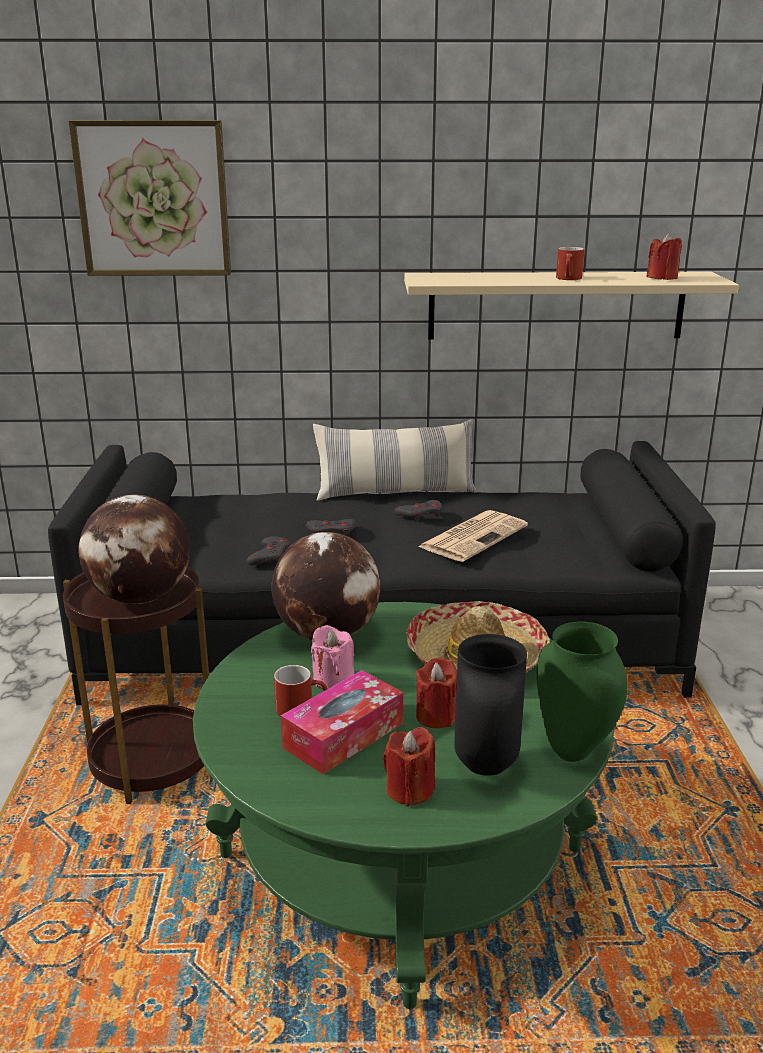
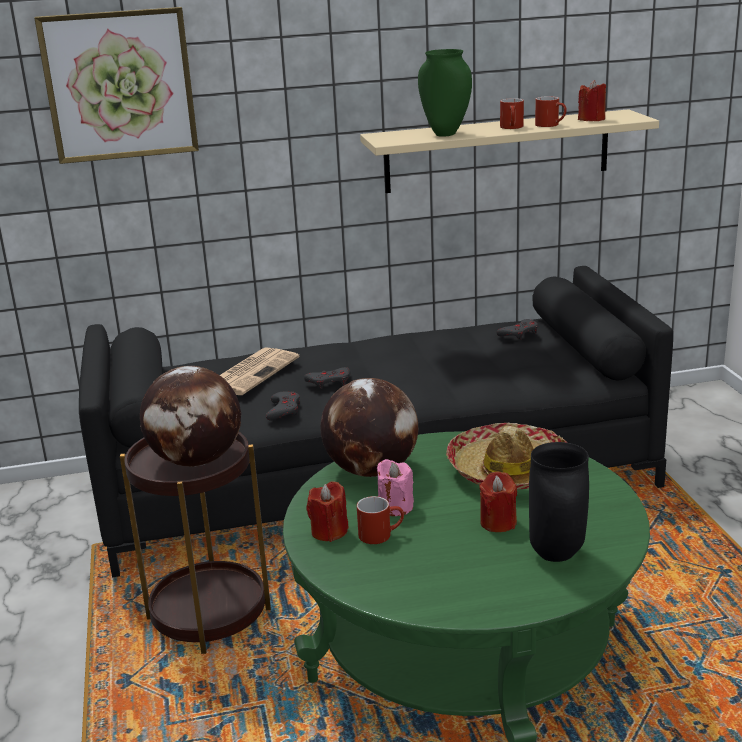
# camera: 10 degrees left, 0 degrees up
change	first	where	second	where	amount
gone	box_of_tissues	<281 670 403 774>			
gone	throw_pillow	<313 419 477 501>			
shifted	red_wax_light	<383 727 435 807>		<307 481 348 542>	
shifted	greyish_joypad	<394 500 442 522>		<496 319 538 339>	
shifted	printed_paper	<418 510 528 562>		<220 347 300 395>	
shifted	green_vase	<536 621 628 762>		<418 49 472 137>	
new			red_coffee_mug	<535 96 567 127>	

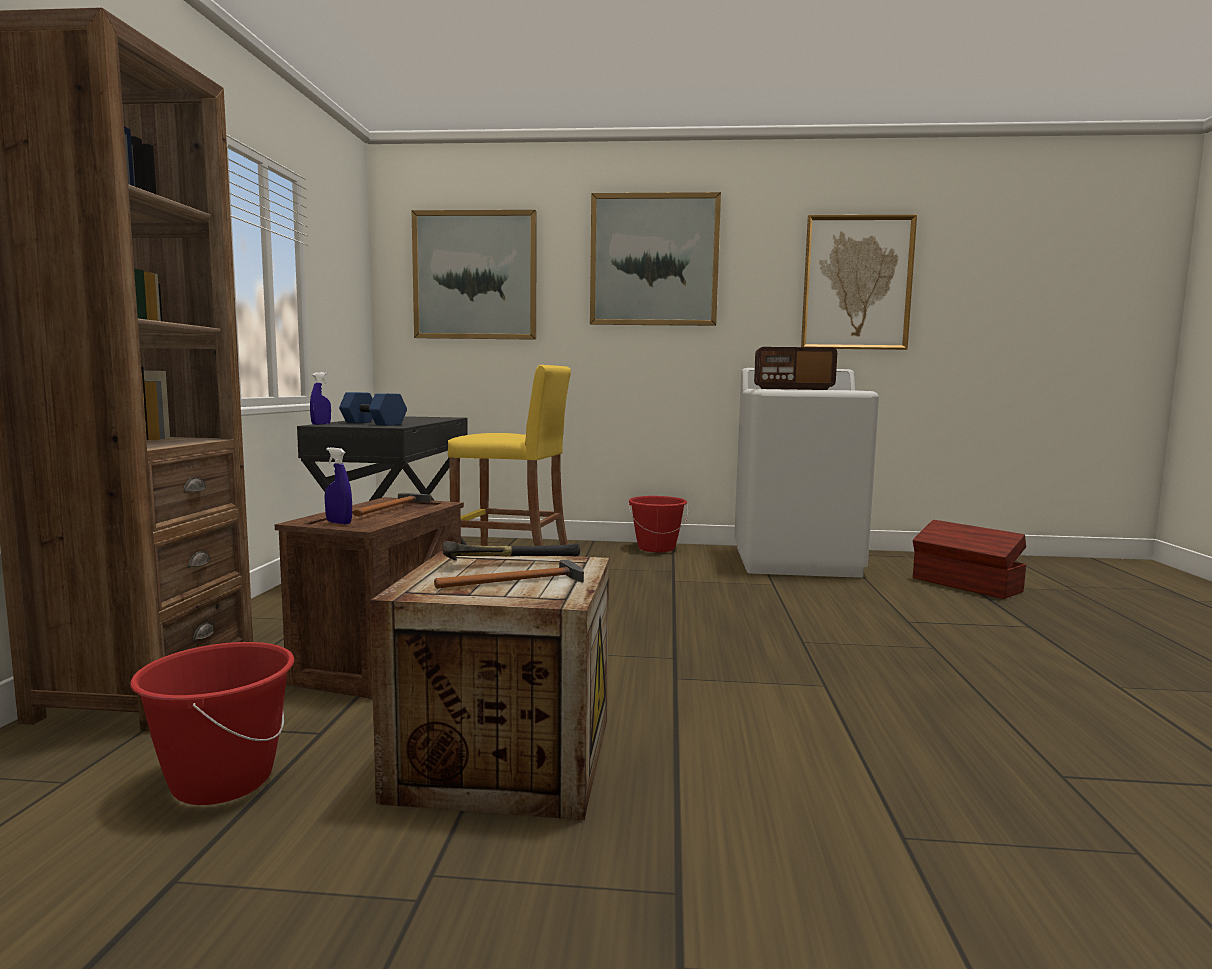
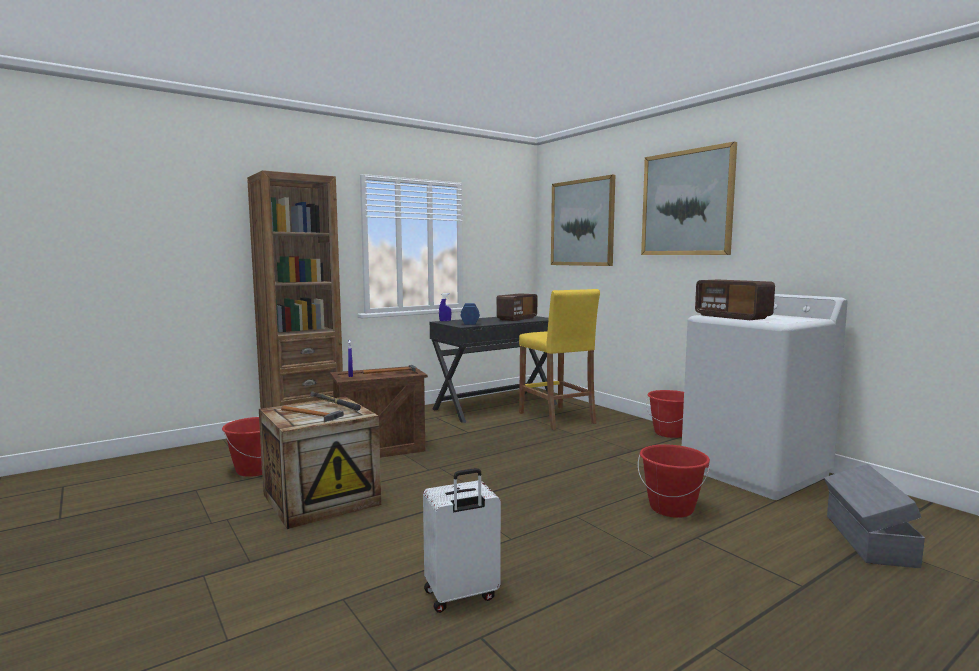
# camera: 50 degrees right, 0 degrees up
change	first	where	second	where	amount
gone	wall_picture	<801 215 917 350>			
repainted	brownish_storage_box	<913 520 1026 599>	greyish_storage_box	<824 464 925 568>	
new			whitish_piece_of_luggage	<423 468 501 613>	
new			radio_receiver	<496 293 537 321>	
new			red_pail	<638 444 710 518>	

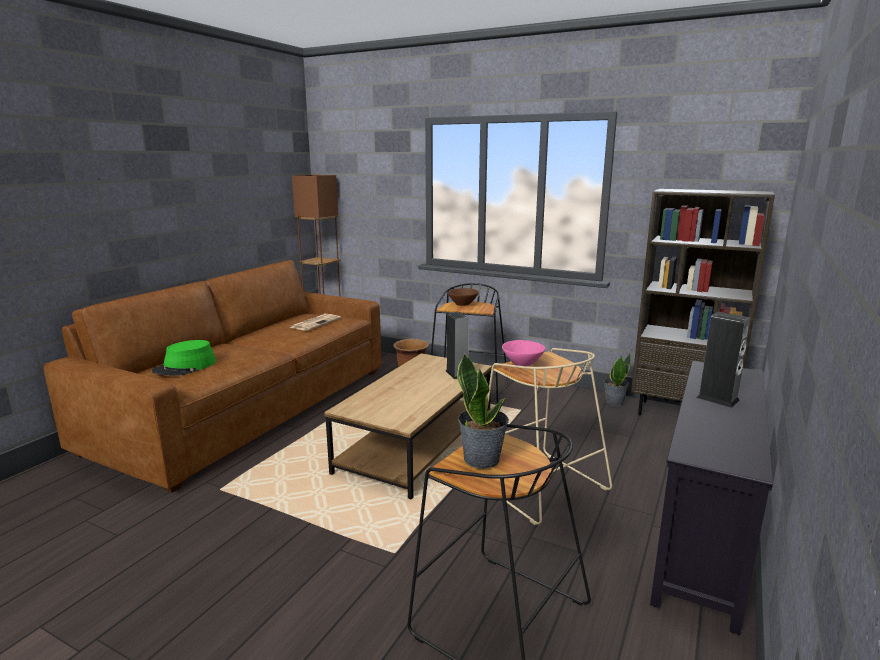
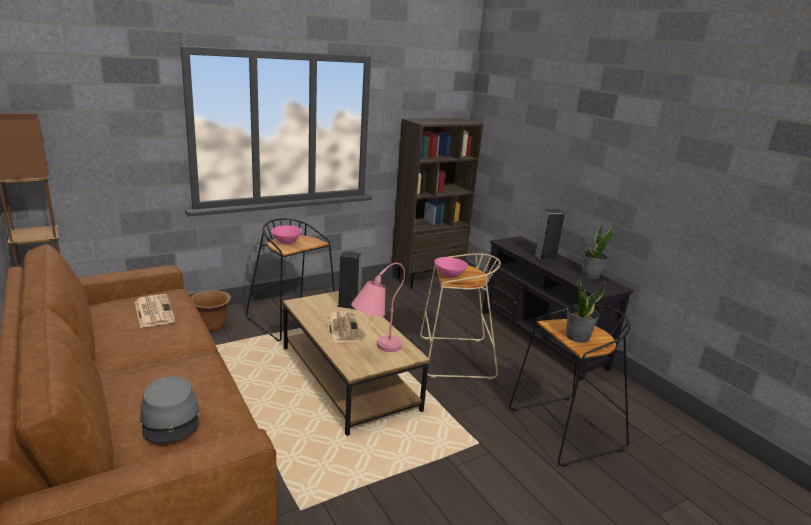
# camera: 60 degrees left, 5 degrees up
change	first	where	second	where	amount
repainted	green_wearable_hat	<152 340 216 376>	greyish_wearable_hat	<140 376 200 443>	
repainted	brownish_bowl	<447 288 479 306>	pinkish_bowl	<271 225 302 245>	
shifted	plant_in_a_pot	<604 354 631 406>		<582 224 614 279>	
new			printed_paper	<327 312 360 343>	
new			pinkish_tabletop_lamp	<351 263 405 352>	

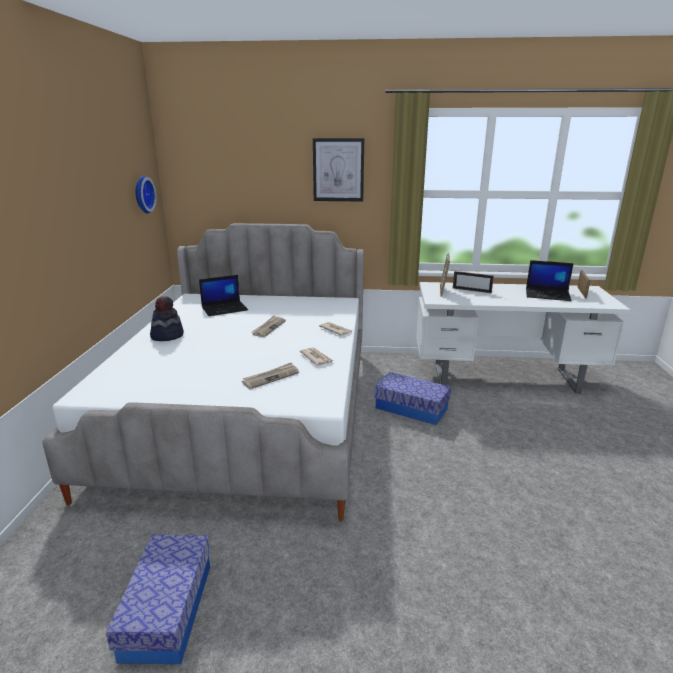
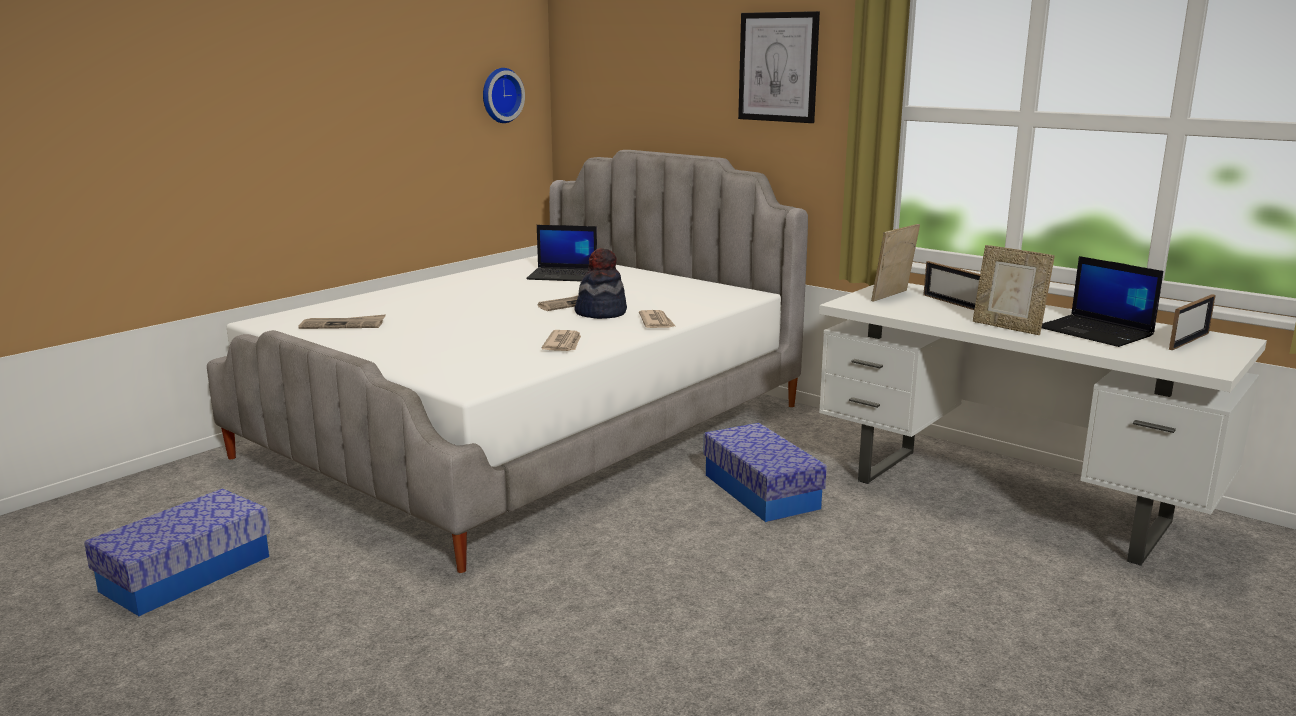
# camera: 35 degrees right, 5 degrees down
change	first	where	second	where	amount
shifted	wearable_hat	<150 296 184 341>		<574 248 627 319>	
shifted	printed_paper	<242 362 299 389>		<298 314 386 329>	
new			standing_frame	<973 245 1055 335>	

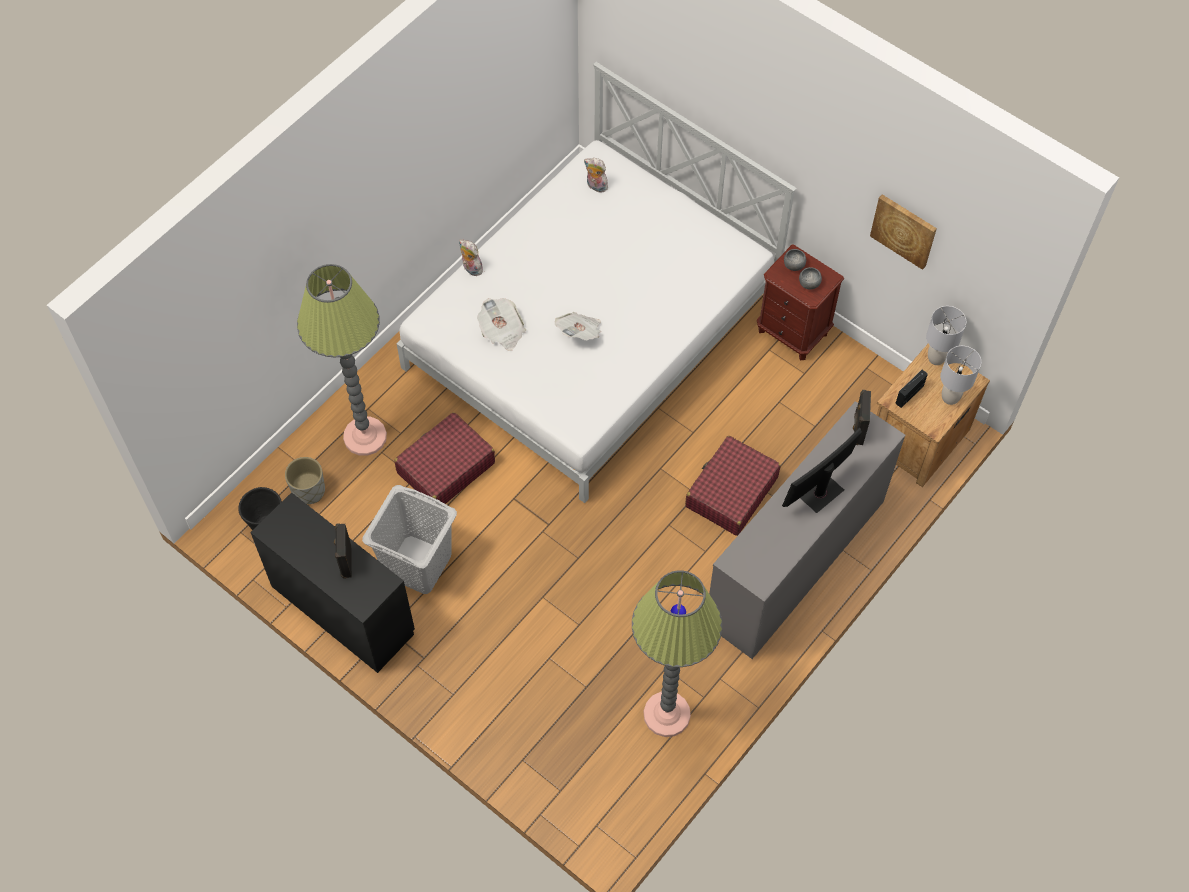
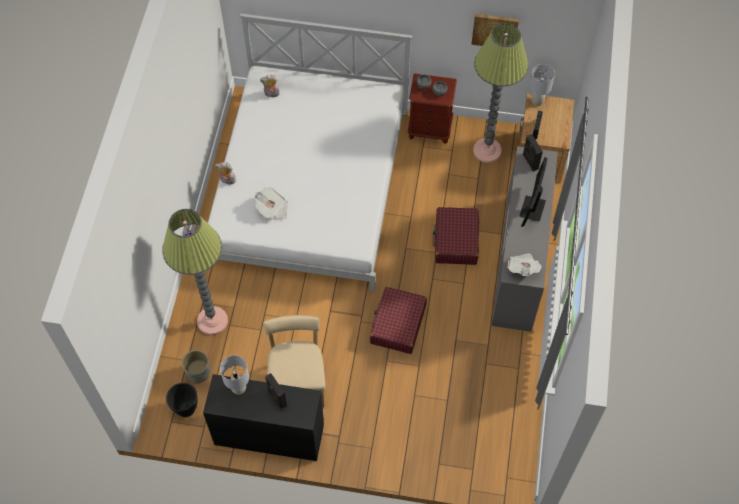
# camera: 30 degrees left, 0 degrees up
change	first	where	second	where	amount
swapped	greyish_laundry_basket	<362 485 457 594>	beige-coloured_upright_chair	<263 315 326 407>	
shifted	red_piece_of_luggage	<394 412 495 504>		<370 287 427 354>	
shifted	printed_paper	<555 312 601 340>		<507 253 542 276>	
shifted	floor_lamp	<632 570 722 737>		<473 23 528 163>	
shifted	greyish_tabletop_lamp	<940 346 981 405>		<220 355 249 395>	

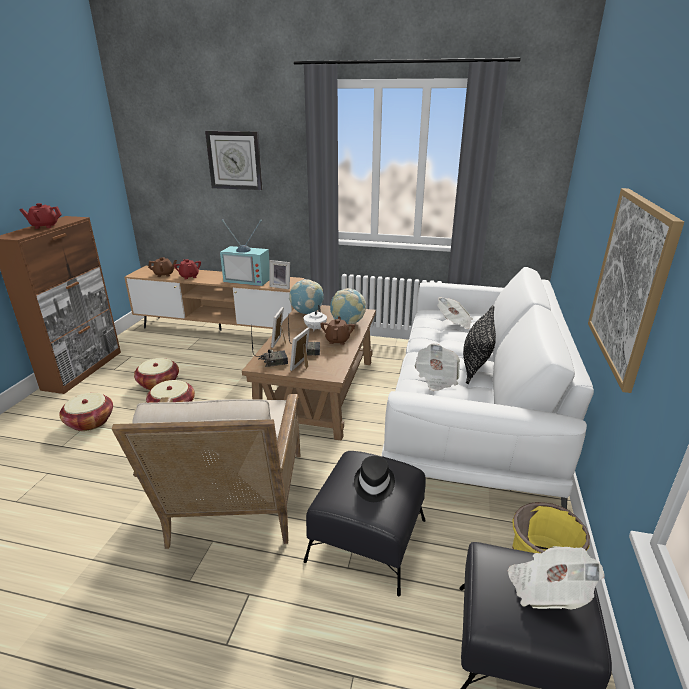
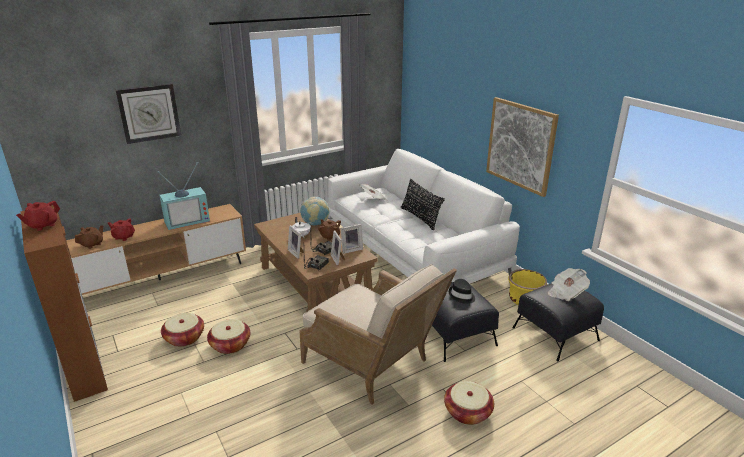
# camera: 45 degrees left, 0 degrees up
change	first	where	second	where	amount
shifted	basket	<59 393 113 431>		<444 381 494 425>	
shifted	standing_frame	<270 260 290 289>		<341 224 363 254>	
gone	world_globe	<289 279 324 314>			
gone	printed_paper	<414 344 460 391>			

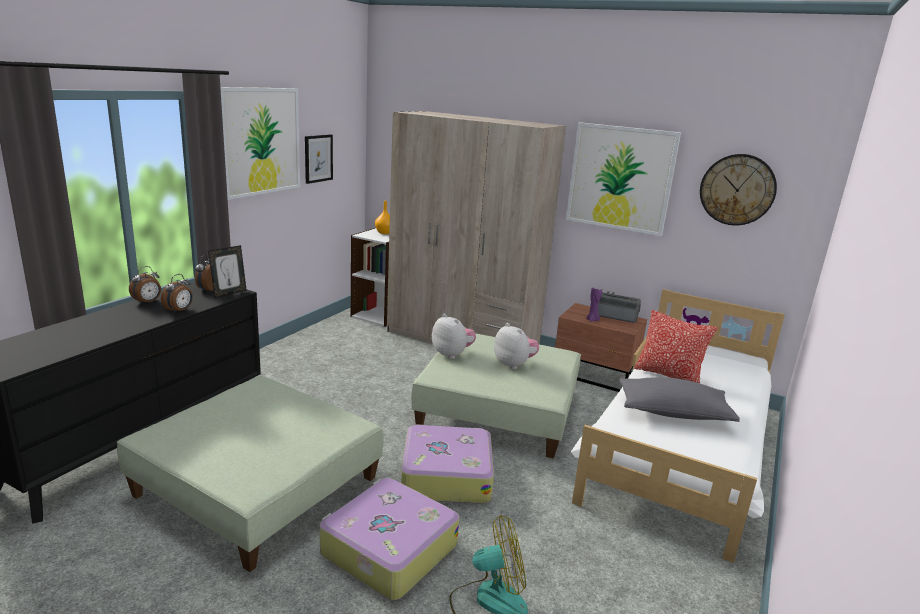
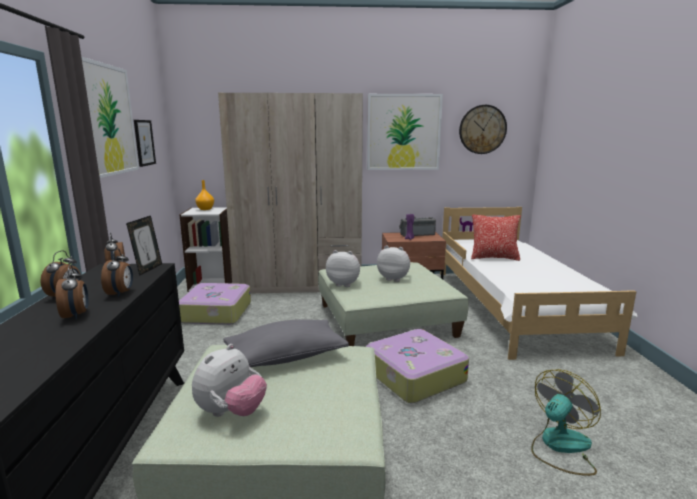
# camera: 30 degrees left, 5 degrees down
change	first	where	second	where	amount
shifted	piece_of_luggage	<320 478 459 600>		<179 283 251 325>	
shifted	greyish_throw_pillow	<619 377 740 422>		<223 319 349 367>	
new			table_clock	<56 265 88 319>	
new			plush_toy	<192 344 267 417>	

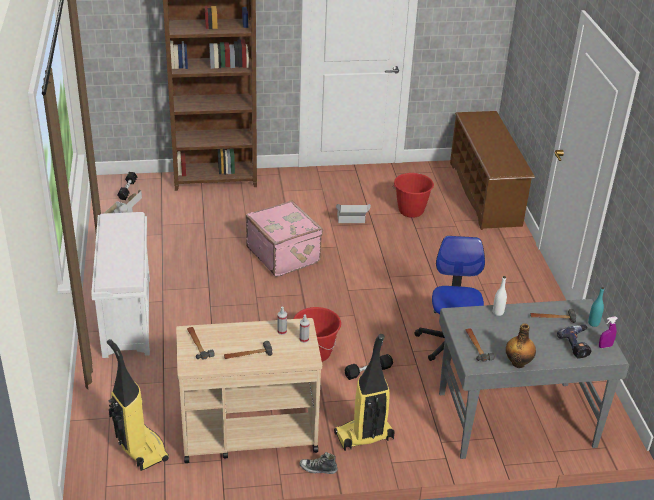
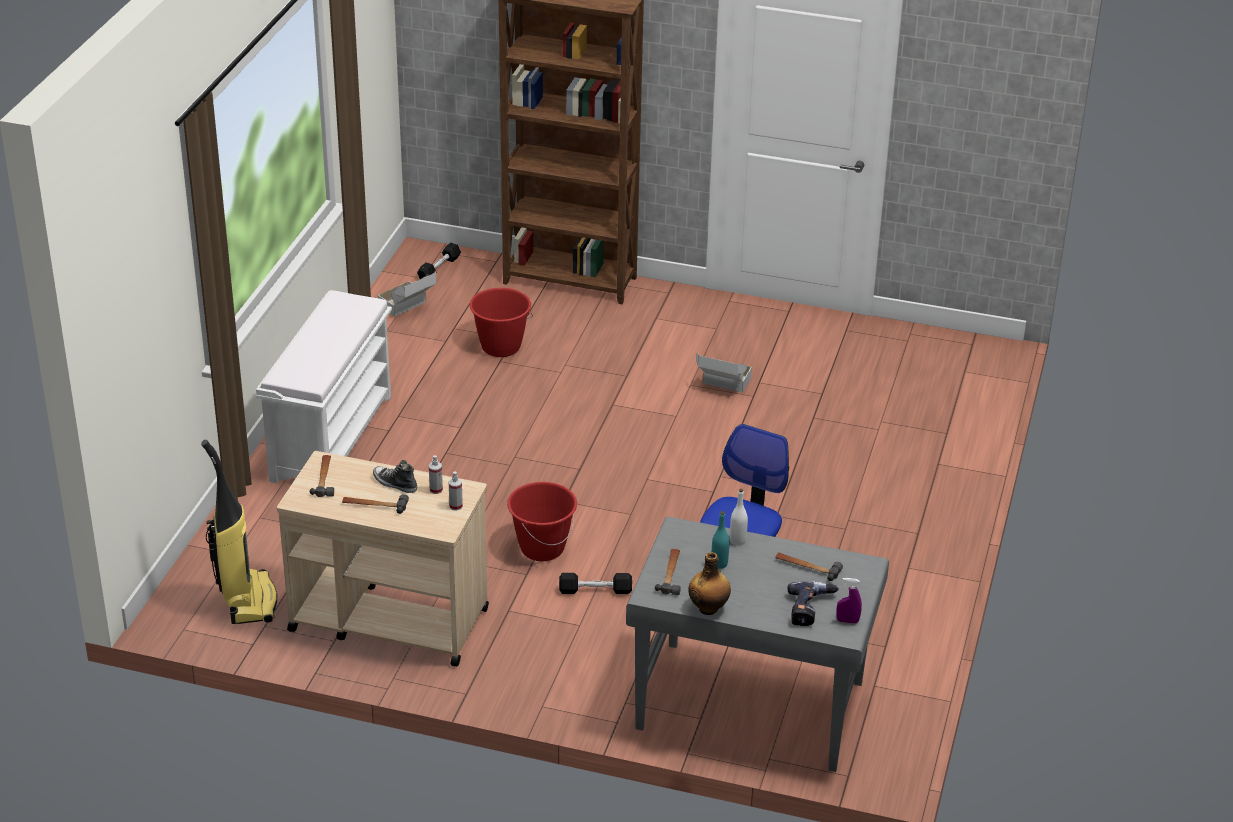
# camera: 25 degrees right, 0 degrees up
change	first	where	second	where	amount
gone	pinkish_piece_of_luggage	<246 200 323 277>			
shifted	item_of_footwear	<299 452 337 474>		<373 460 417 493>	
gone	hoover	<334 334 395 451>			
shifted	red_pail	<393 173 434 218>		<470 288 533 357>	
gone	brownish_shoe_stand	<450 111 535 230>			
shifted	turquoise_drink_bottle	<588 287 604 327>		<712 511 729 569>	

